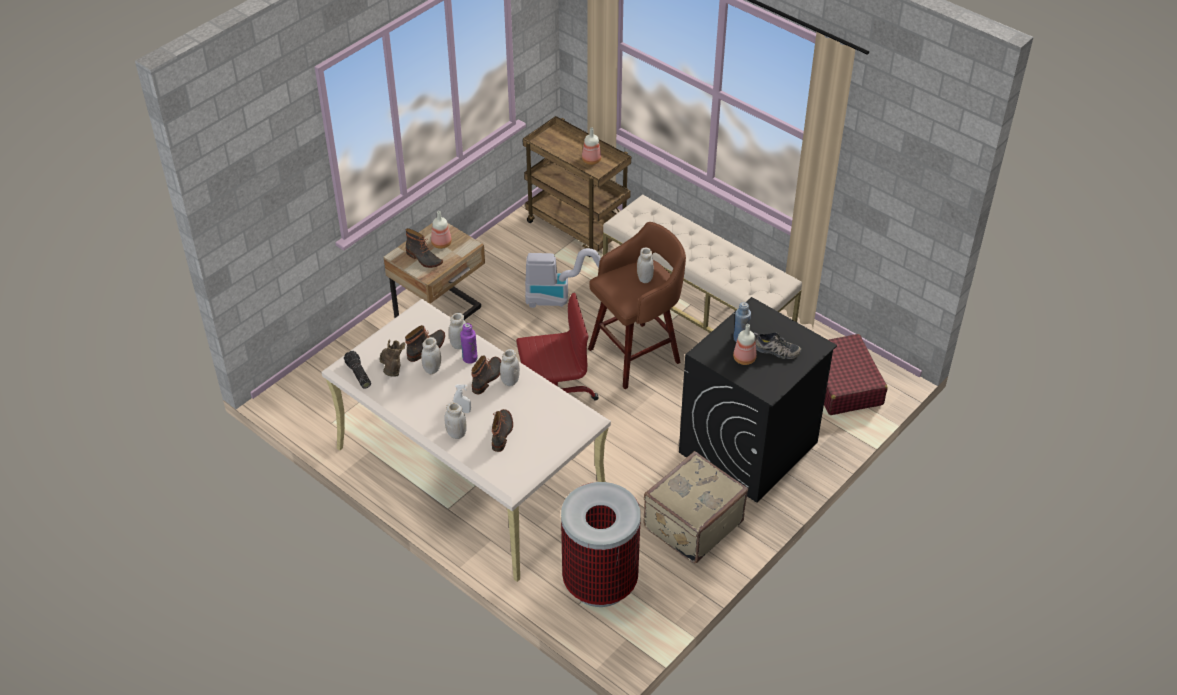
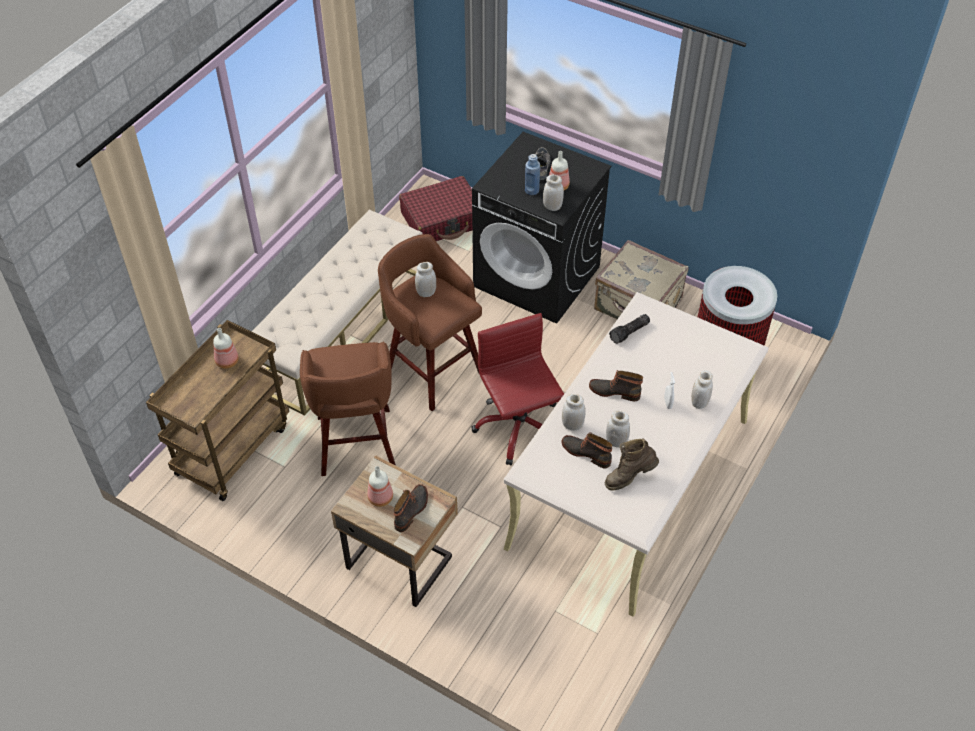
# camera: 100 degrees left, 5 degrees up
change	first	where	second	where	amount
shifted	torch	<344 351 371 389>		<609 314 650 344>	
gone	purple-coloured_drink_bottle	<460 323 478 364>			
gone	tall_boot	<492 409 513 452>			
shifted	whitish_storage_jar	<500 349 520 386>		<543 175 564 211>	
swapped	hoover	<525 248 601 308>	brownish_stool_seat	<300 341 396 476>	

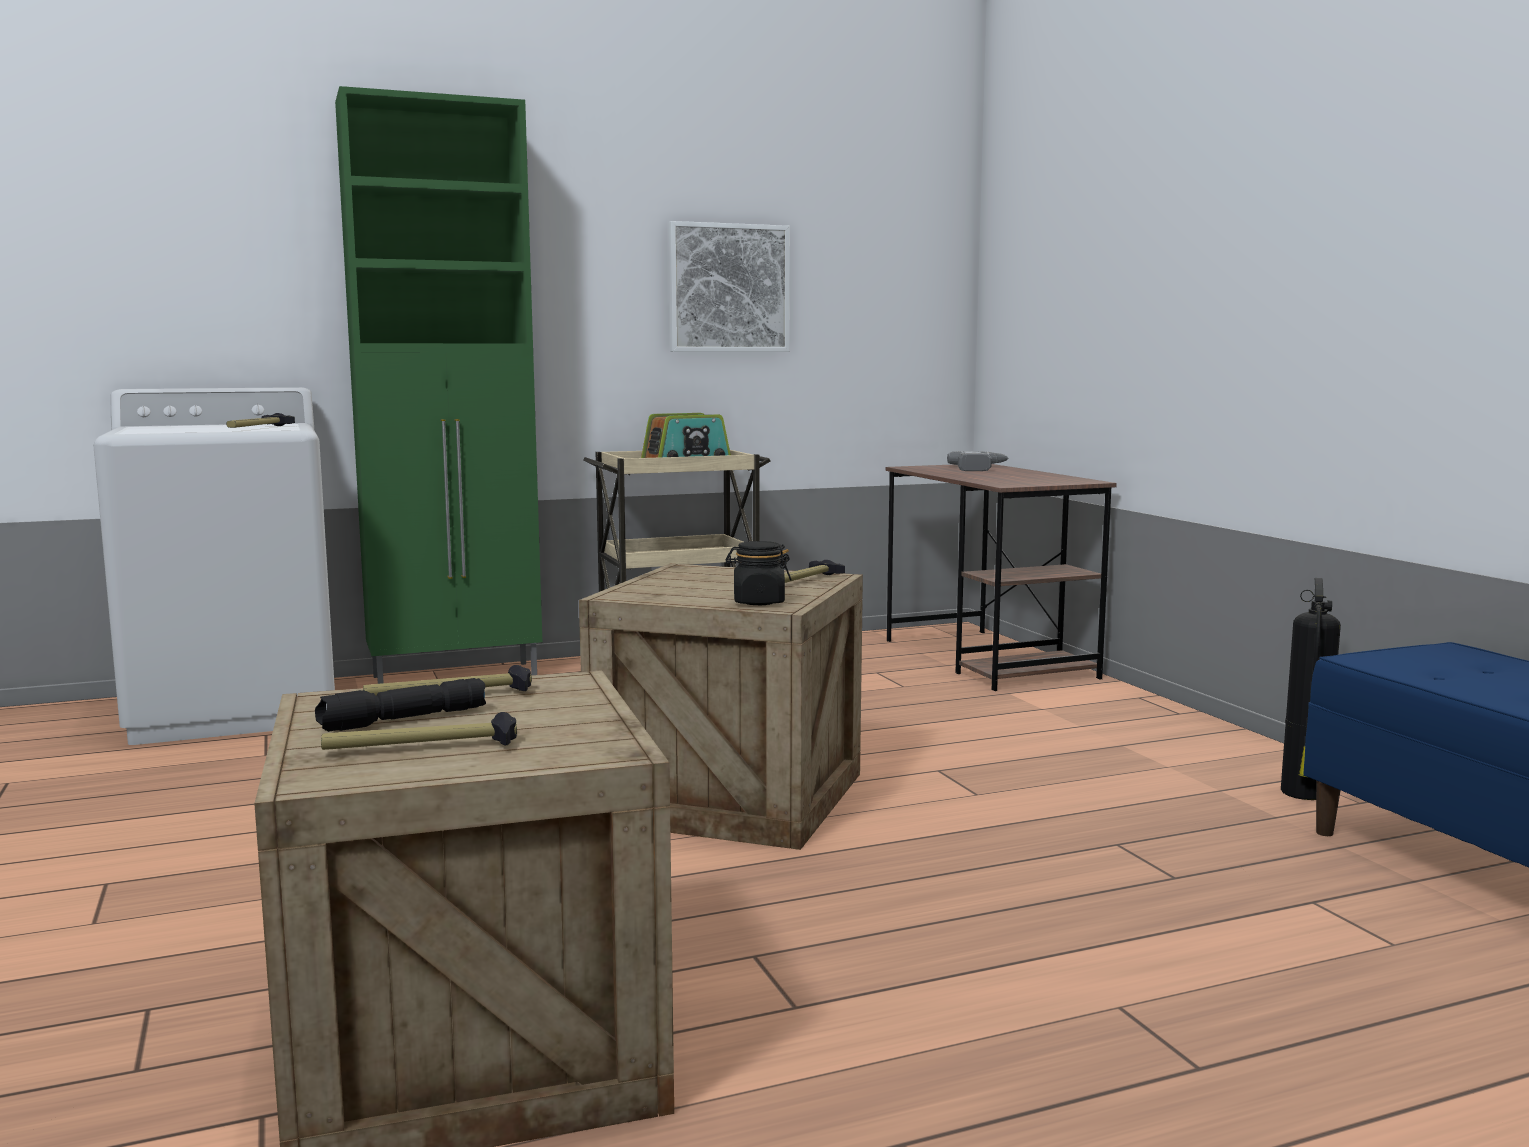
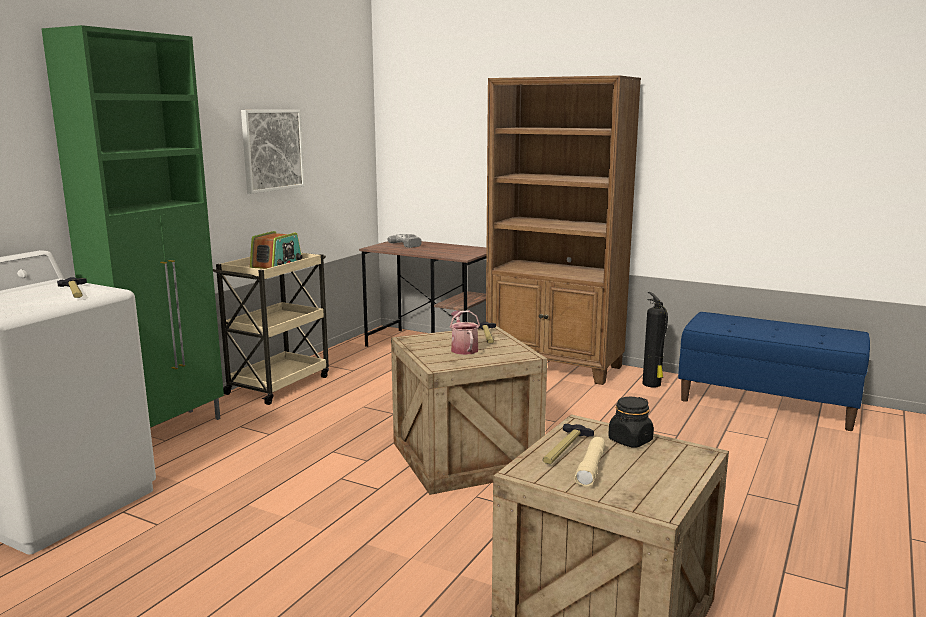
# camera: 40 degrees left, 5 degrees up
change	first	where	second	where	amount
repainted	black-coloured_torch	<315 678 486 732>	beige-coloured_torch	<574 437 605 487>	
gone	tool_hammer	<321 712 517 750>			
shifted	black-coloured_storage_jar	<725 541 792 605>		<608 397 654 448>	
new			sprinkling_can	<450 310 480 355>	
new			brownish_shelving_unit	<486 75 641 385>	

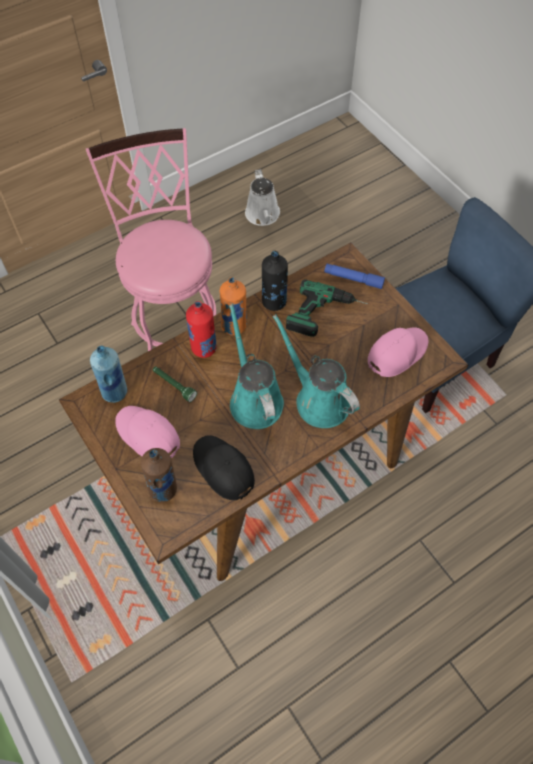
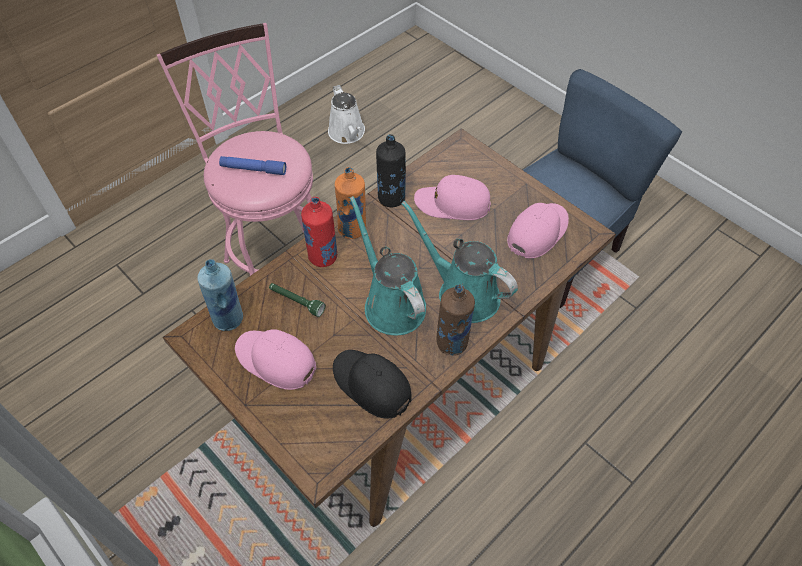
# camera: 10 degrees left, 5 degrees down
change	first	where	second	where	amount
shifted	brownish_drink_bottle	<141 448 177 502>		<436 285 475 356>	
swapped	electric_drill	<286 279 368 337>	pinkish_peaked_cap	<414 175 491 220>	
shifted	blue-coloured_torch	<324 264 385 289>		<219 156 286 175>	

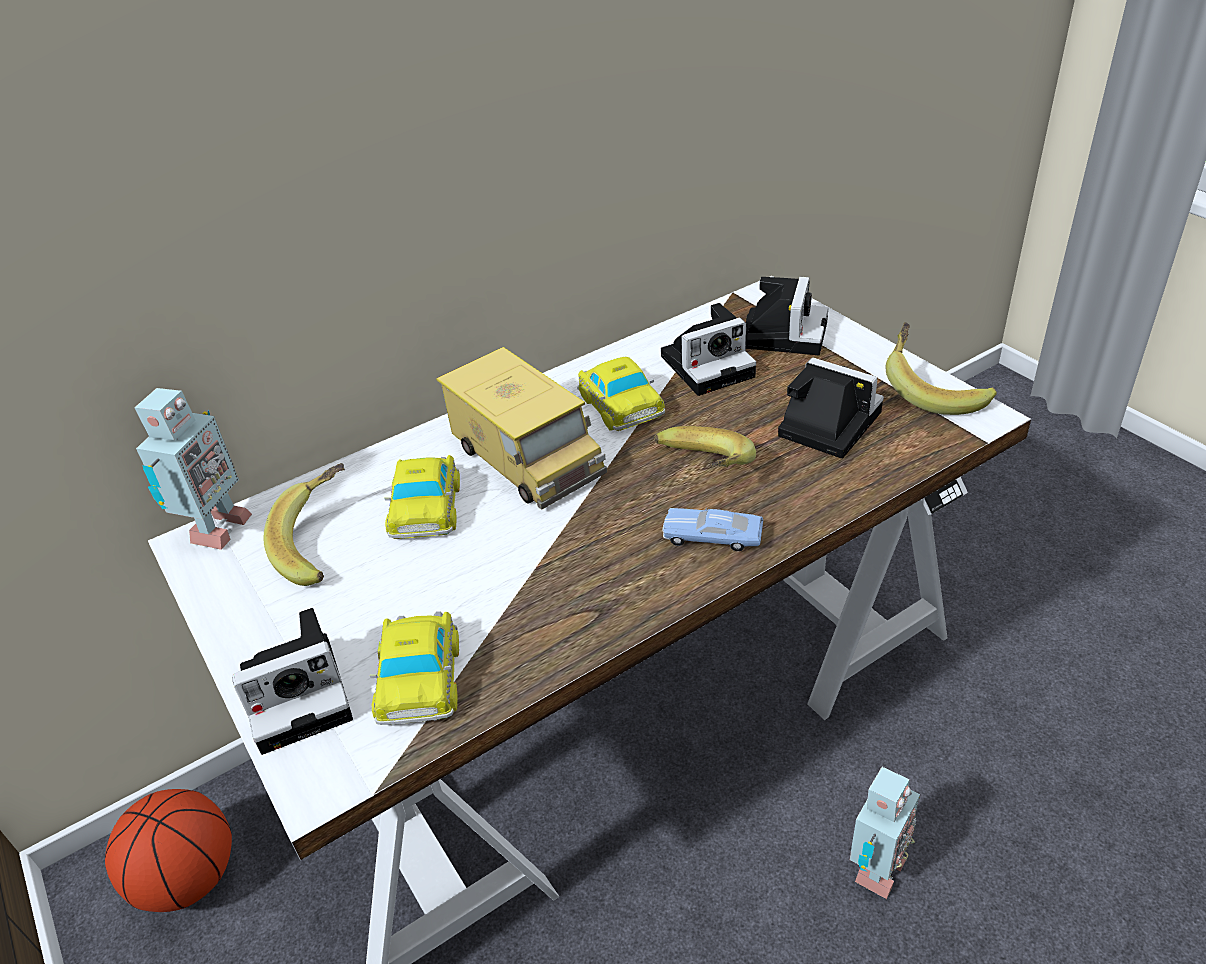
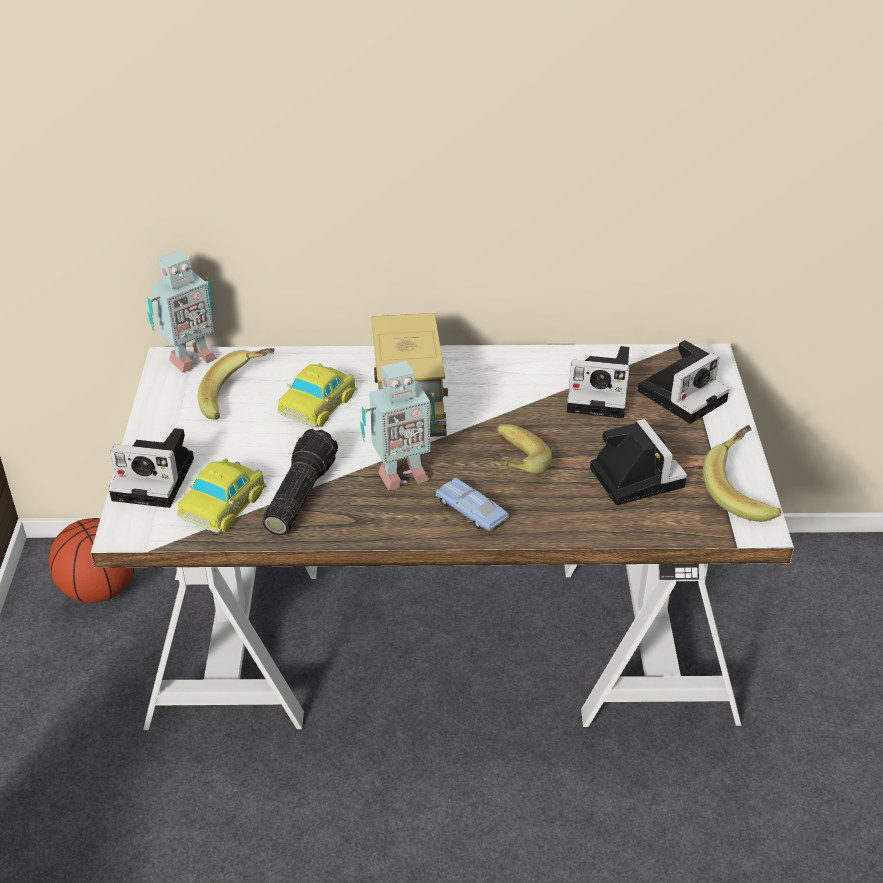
# camera: 30 degrees right, 0 degrees up
change	first	where	second	where	amount
gone	toy_car	<577 357 665 431>			
shifted	model_robot	<850 767 920 899>		<360 361 436 490>	
new			torch	<262 429 338 535>	

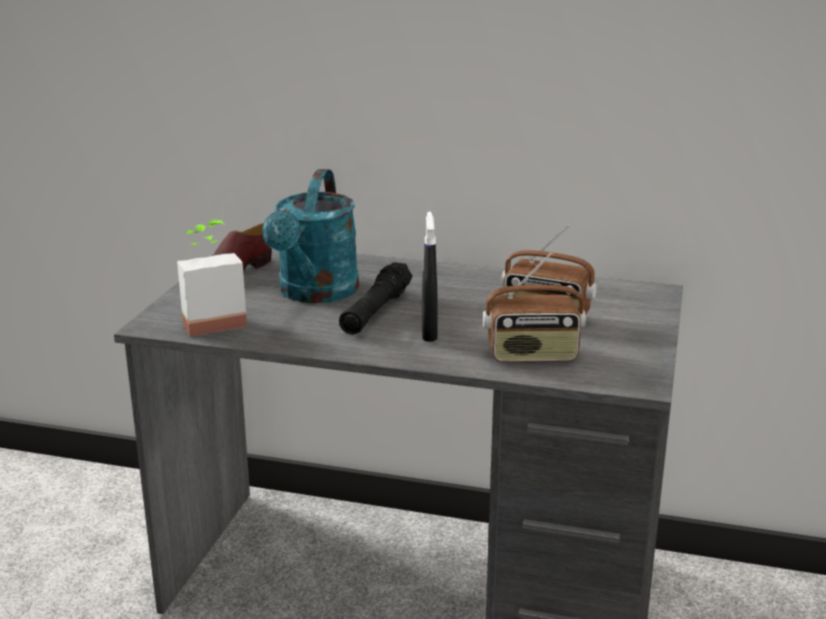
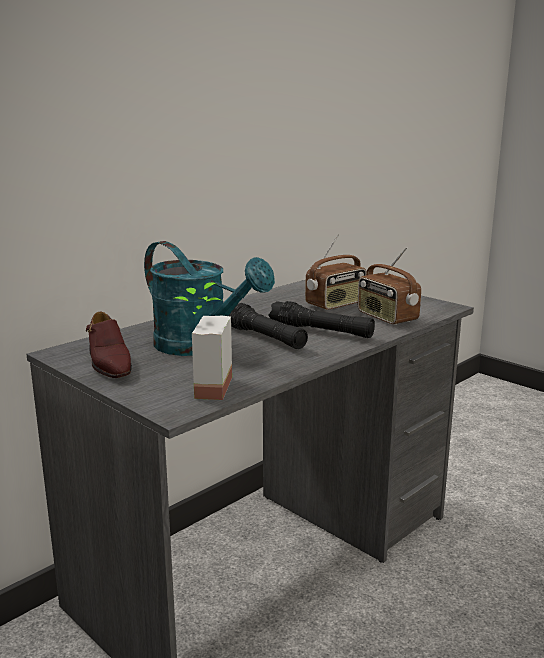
# camera: 60 degrees left, 5 degrees down
change	first	where	second	where	amount
swapped	black-coloured_sprayer	<422 212 438 342>	black-coloured_torch	<269 301 375 338>	
rotated	radio_receiver	<483 253 586 362>		<358 247 421 325>	120 degrees clockwise

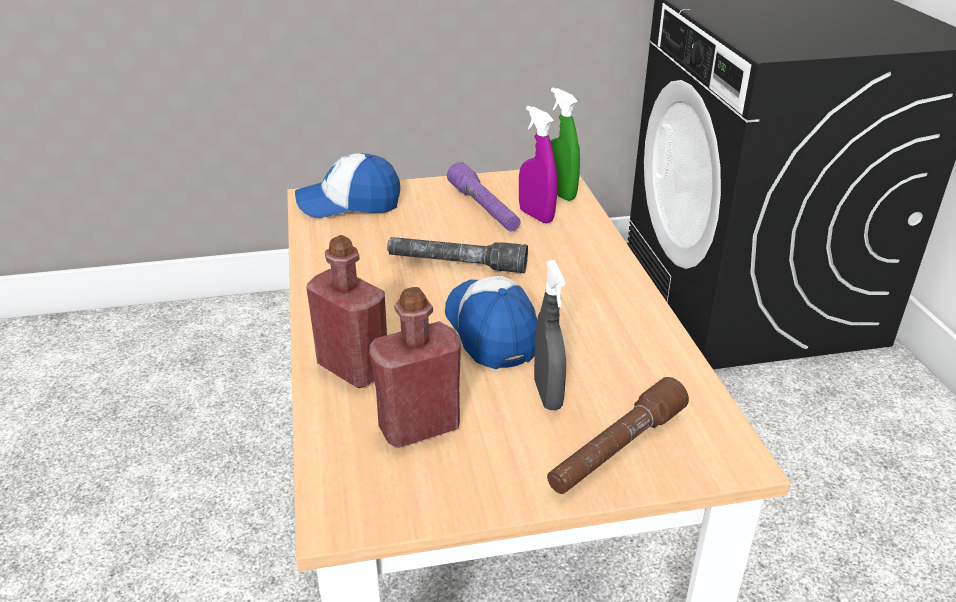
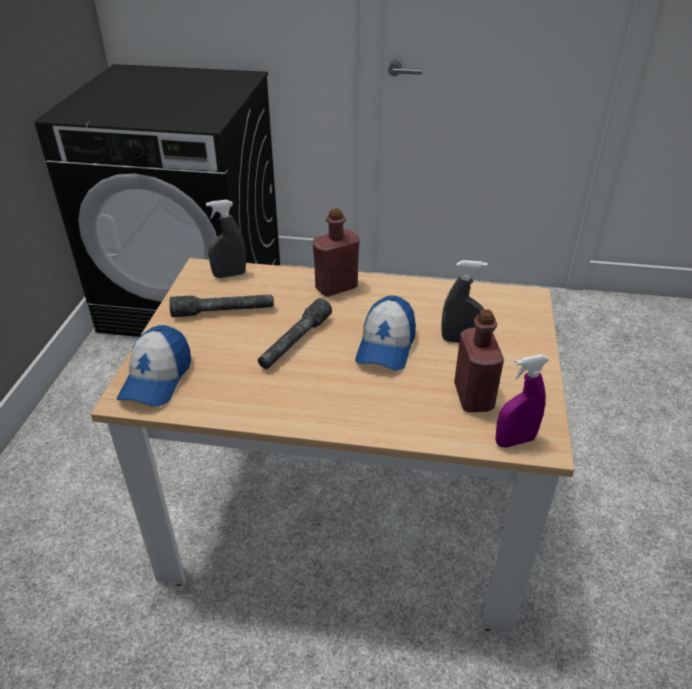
# camera: 70 degrees left, 5 degrees up
change	first	where	second	where	amount
shifted	red_drink_bottle	<306 235 387 388>		<313 208 360 297>	
rotated	peaked_cap	<445 276 537 369>		<355 296 416 370>	75 degrees counterclockwise
repainted	purple-coloured_torch	<447 162 520 231>	greyish_torch	<169 295 274 317>	
shifted	purple-coloured_sprayer	<519 106 557 224>		<495 354 549 448>	
gone	brownish_torch	<547 377 689 494>			
repainted	green_sprayer	<551 87 580 201>	greyish_sprayer	<206 200 246 278>	

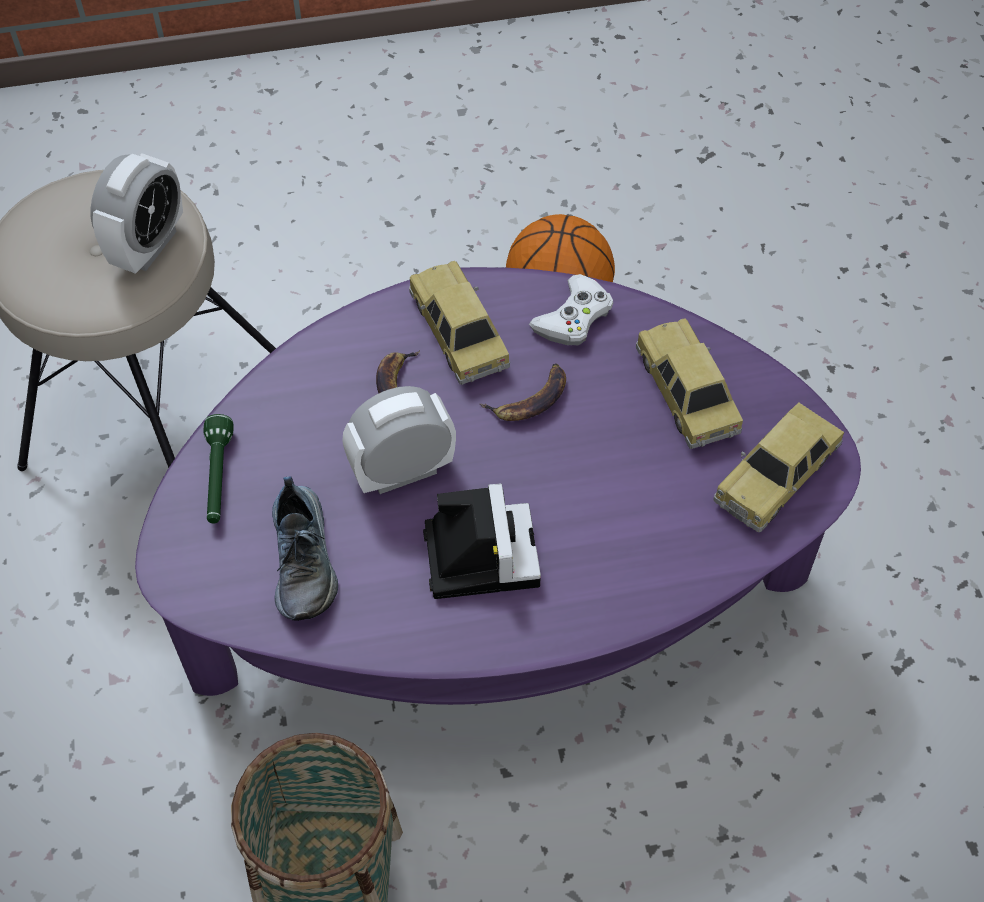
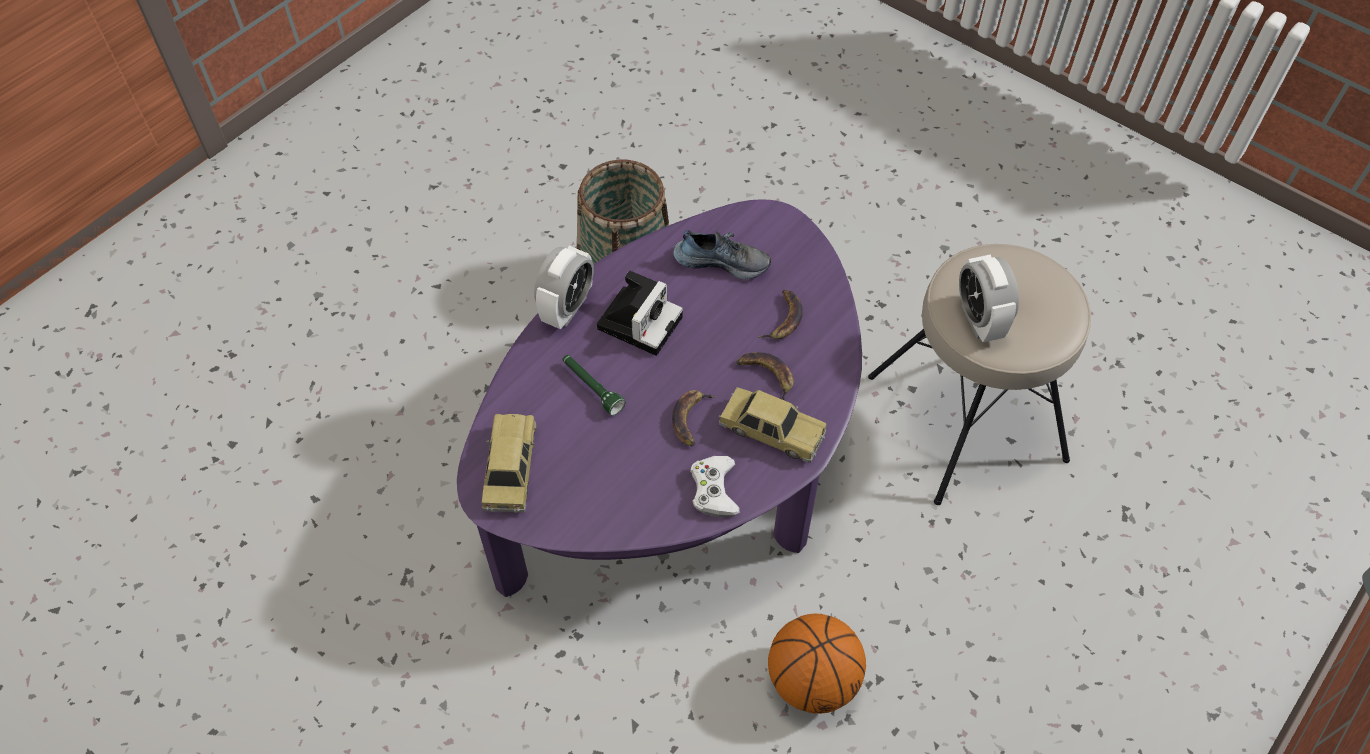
# camera: 140 degrees right, 0 degrees up
change	first	where	second	where	amount
shifted	green_torch	<204 414 233 523>		<563 355 626 416>	
rotated	item_of_footwear	<272 476 338 621>		<673 230 771 280>	150 degrees clockwise
shifted	table_clock	<342 386 456 494>		<534 246 594 329>	
rotated	photo_camera	<423 483 541 599>		<597 270 683 356>	105 degrees counterclockwise
gone	toy_car	<636 319 743 449>			
new			banana_fruit	<759 290 803 339>	

